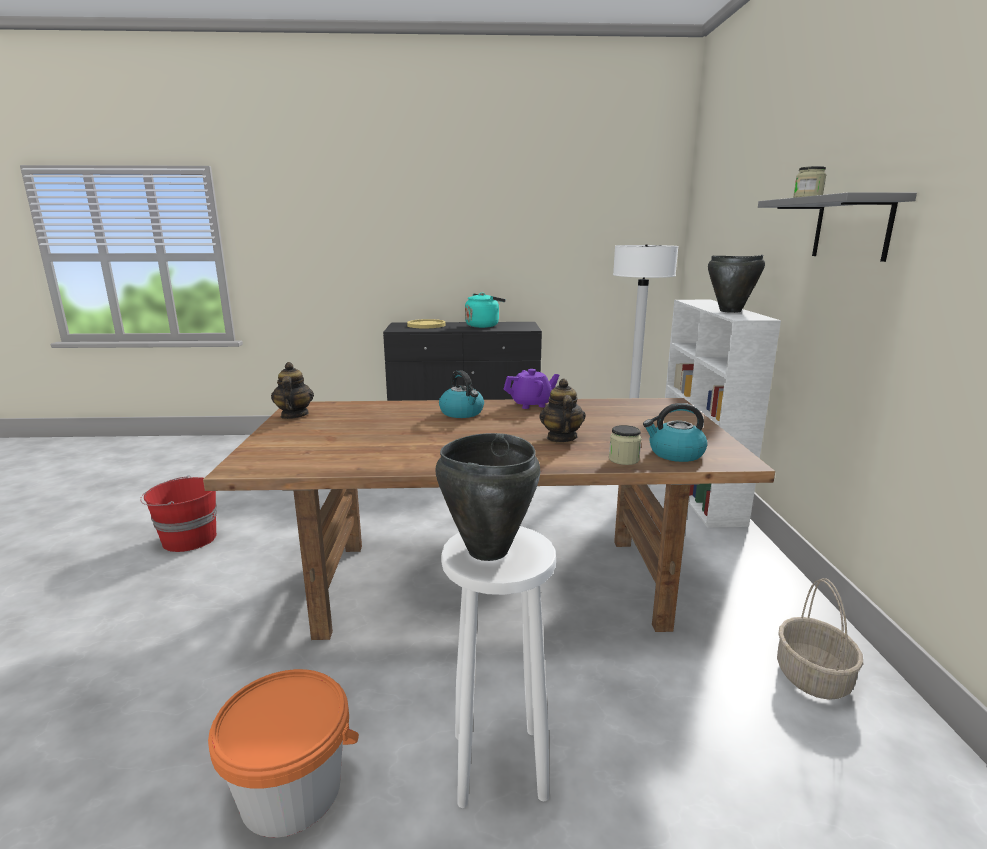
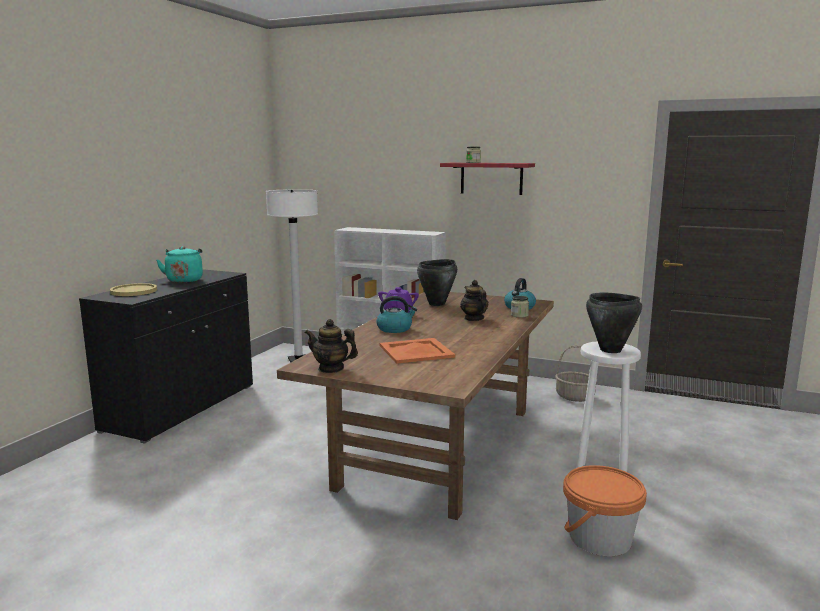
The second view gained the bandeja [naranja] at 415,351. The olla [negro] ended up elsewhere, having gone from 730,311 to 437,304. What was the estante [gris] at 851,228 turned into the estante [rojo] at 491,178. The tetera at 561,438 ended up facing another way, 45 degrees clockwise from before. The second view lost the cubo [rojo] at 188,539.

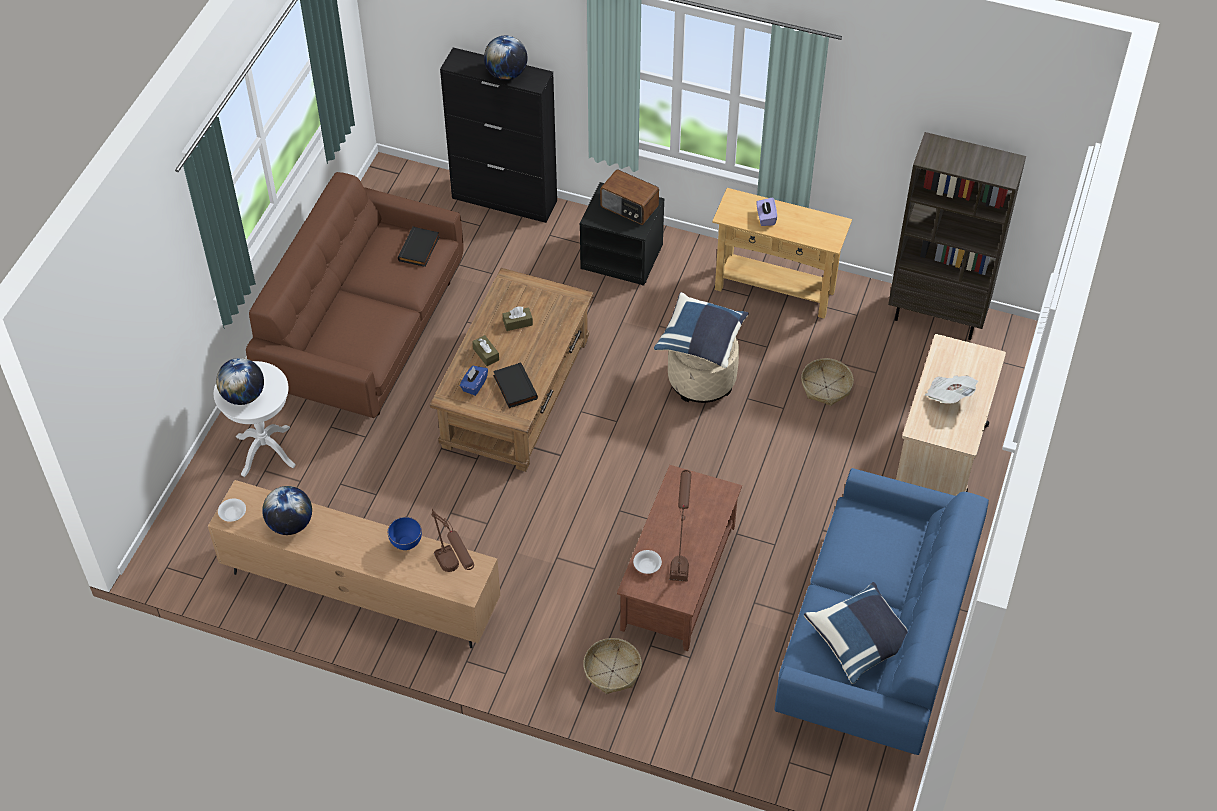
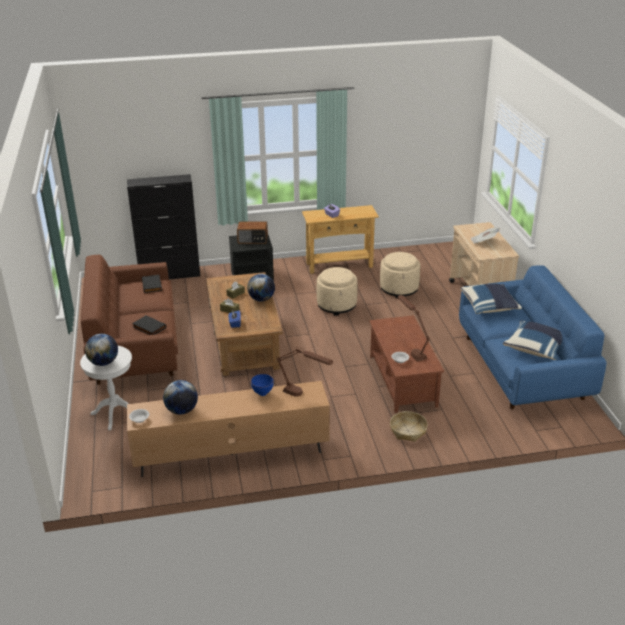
The libro [negro] ended up elsewhere, having gone from 514,387 to 148,327. The globo terráqueo ended up elsewhere, having gone from 506,74 to 261,299. Where the cesta stood at 826,387, the puf [beis] came to stand at 399,289. The cojín [azul] ended up elsewhere, having gone from 701,341 to 489,307. The second view lost the estantería [marrón] at 937,316.

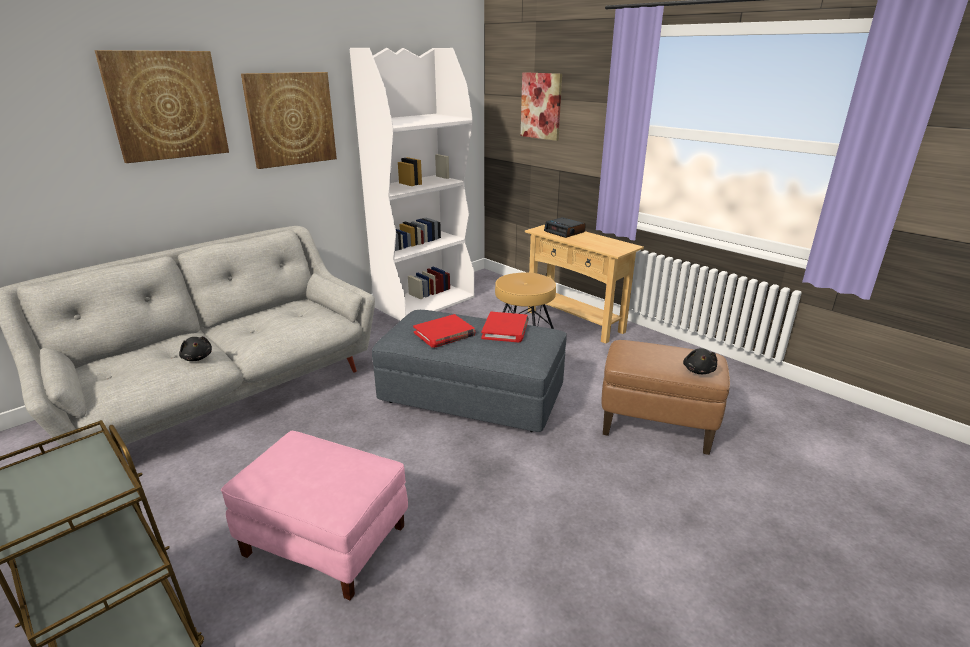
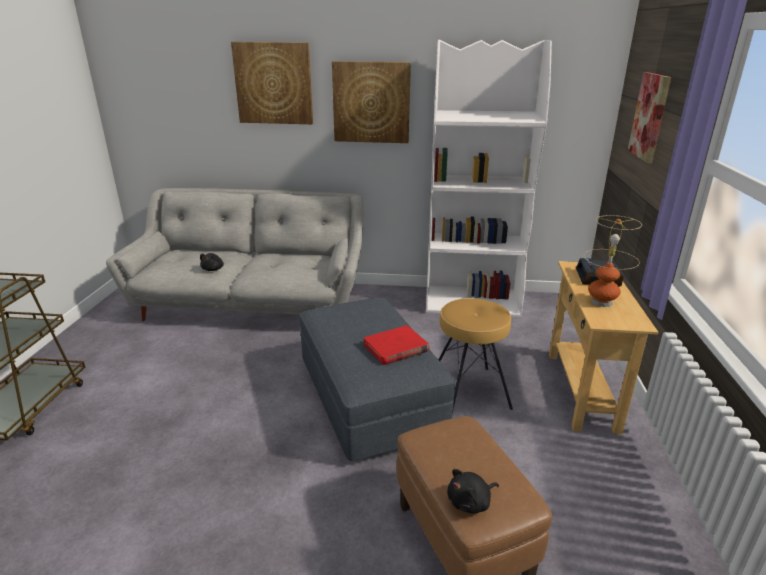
The second view gained the lámpara de mesa at 601,302. The second view lost the puf [rosa] at 326,539. The second view lost the libro [rojo] at 444,334.

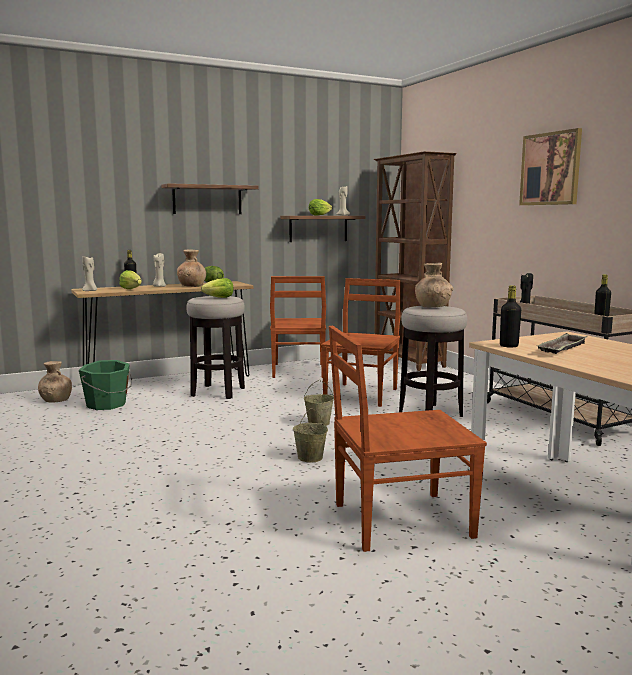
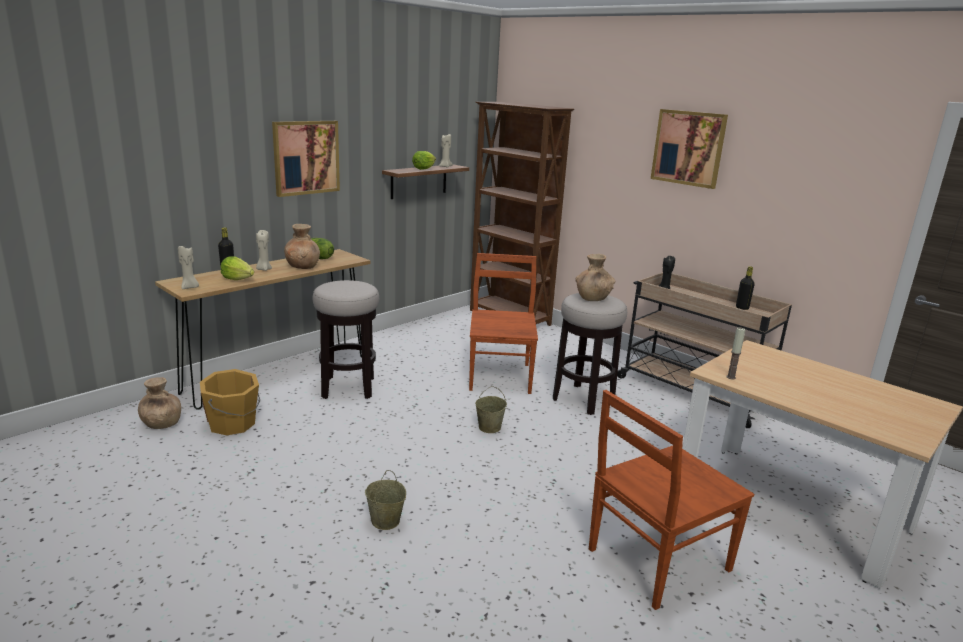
What was the cubo [verde] at 107,404 turned into the cubo [naranja] at 233,424. Where the estante hung at 207,199, the cuadro came to hang at 306,157. The cubo [beis] ended up elsewhere, having gone from 310,458 to 386,521. Where the botella [negro] stood at 509,346, the vela came to stand at 731,377. The second view lost the lechuga at 219,298. The second view lost the silla [marrón] at 298,371. The second view lost the bandeja at 562,349.

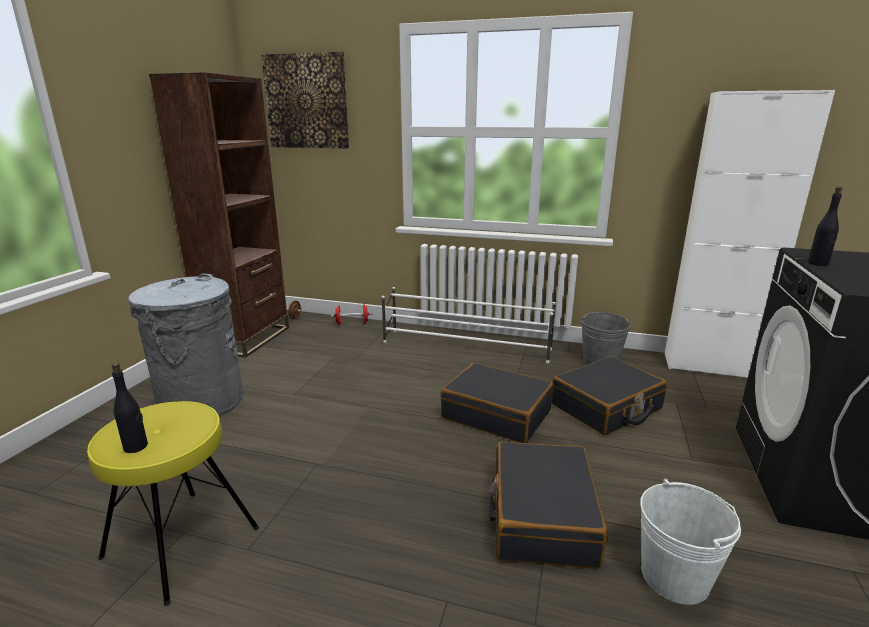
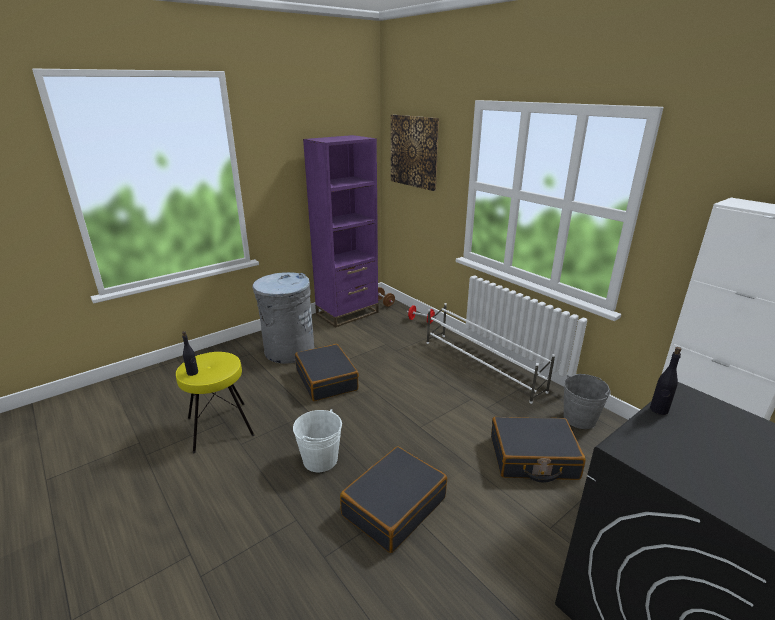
The cubo [blanco] ended up elsewhere, having gone from 675,576 to 320,459. The maleta [negro] ended up elsewhere, having gone from 496,414 to 327,380. What was the estantería [marrón] at 246,339 turned into the estantería [morado] at 347,313.

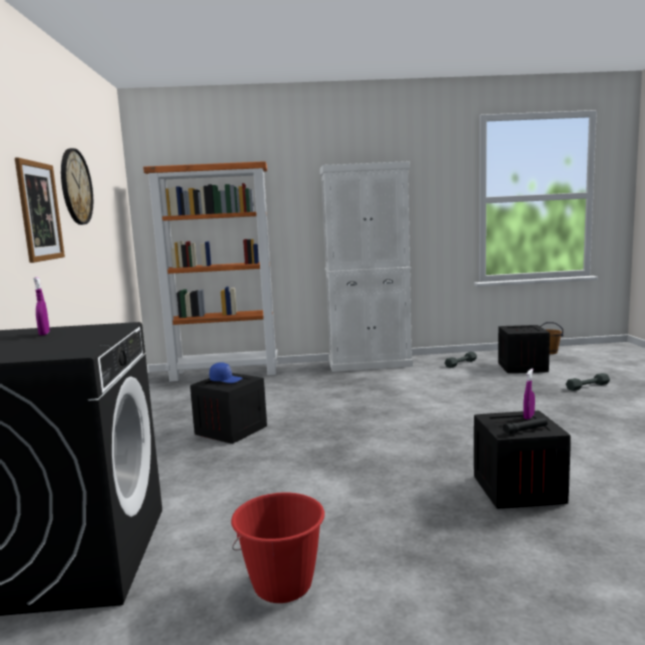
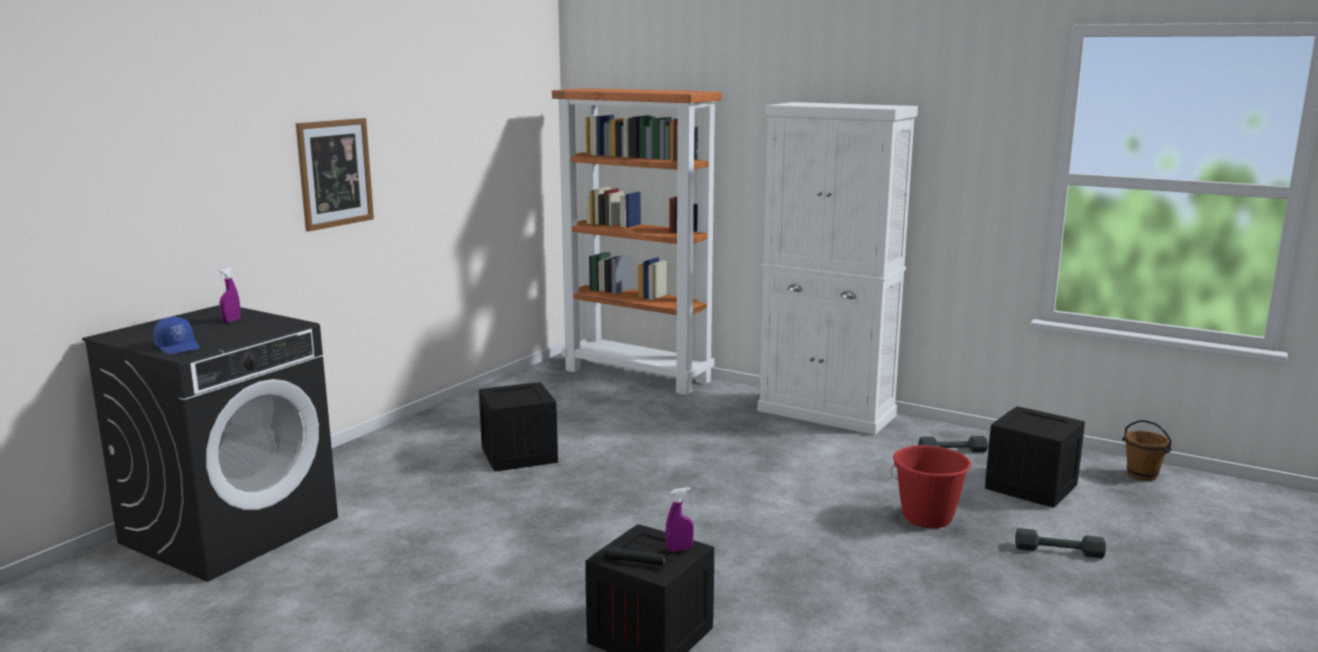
The gorra [azul] ended up elsewhere, having gone from 226,380 to 178,347. The cubo [rojo] ended up elsewhere, having gone from 283,585 to 927,518. The second view lost the reloj de pared at 75,187.

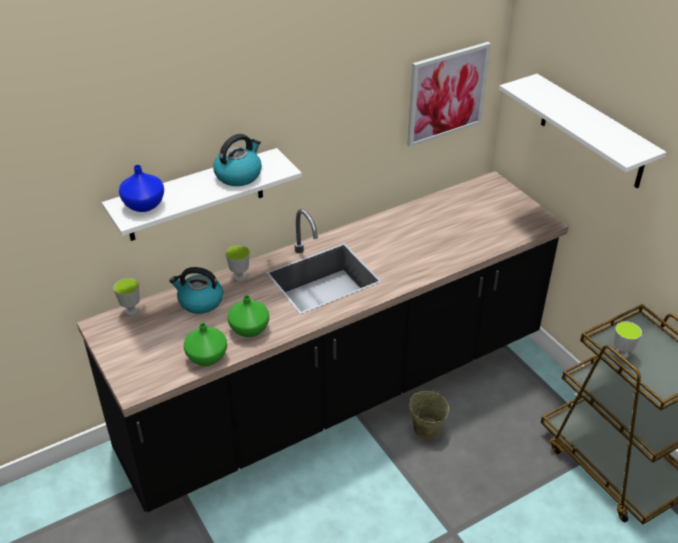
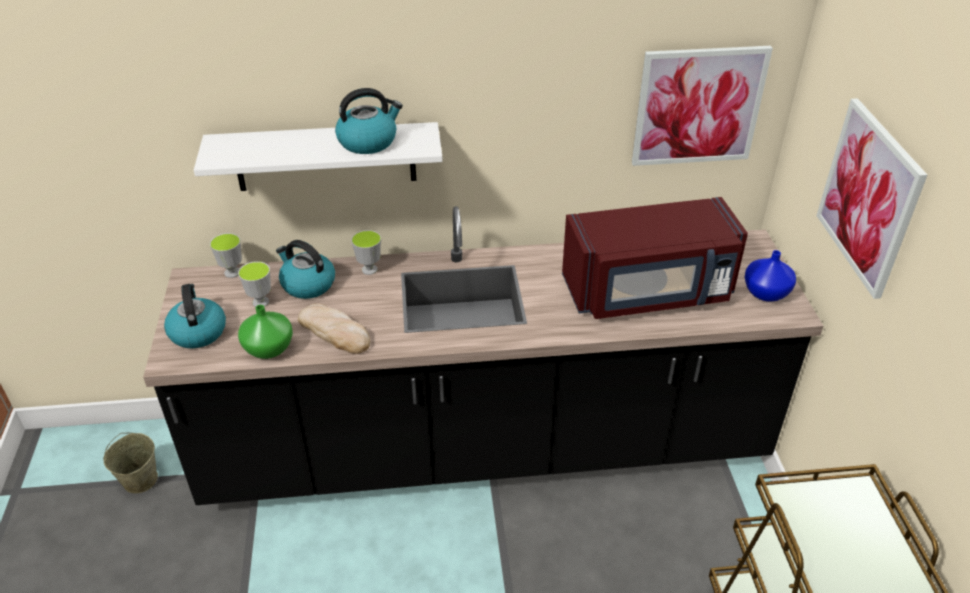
The cubo [beis] ended up elsewhere, having gone from 426,428 to 140,479. The second view gained the hervidor at 197,332. The taza ended up elsewhere, having gone from 621,354 to 260,302. Where the florero [verde] stood at 248,329, the pan came to stand at 335,332. The second view gained the microondas [rojo] at 648,292. The florero [azul] ended up elsewhere, having gone from 144,205 to 766,293. Where the estante [blanco] hung at 592,132, the cuadro came to hang at 869,197.

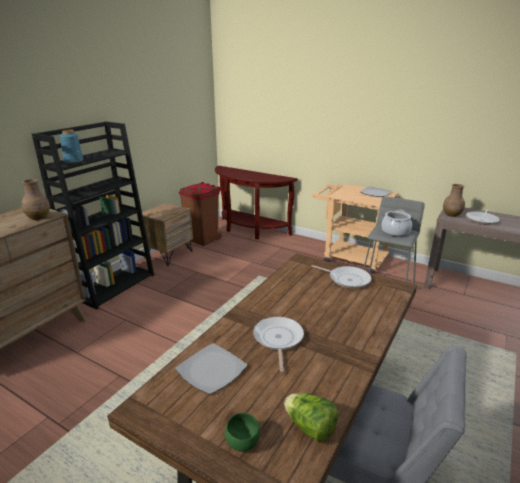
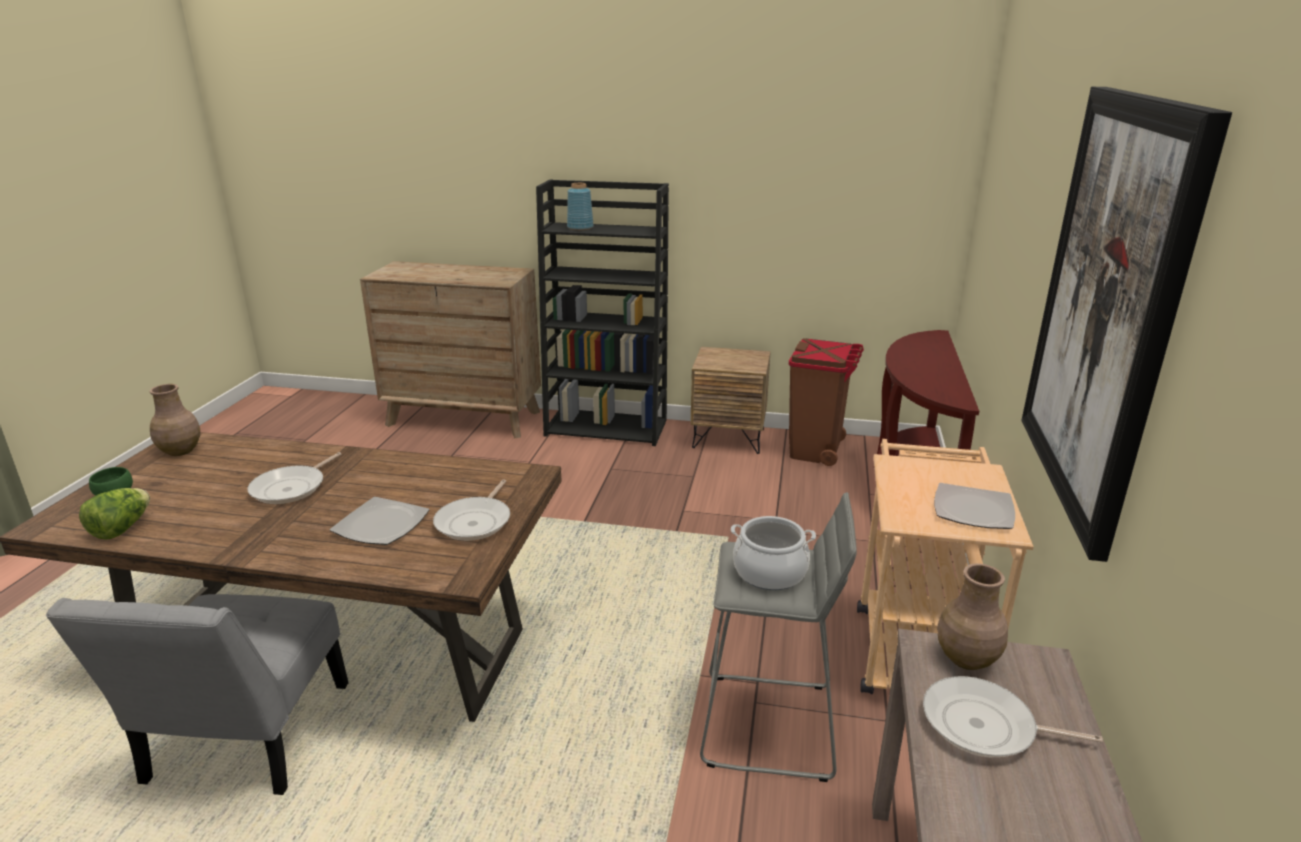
The florero [marrón] ended up elsewhere, having gone from 39,217 to 180,451. The sartén at 278,339 ended up facing another way, 135 degrees clockwise from before. The plato ended up elsewhere, having gone from 210,370 to 381,524. The second view gained the cuadro at 1107,308.

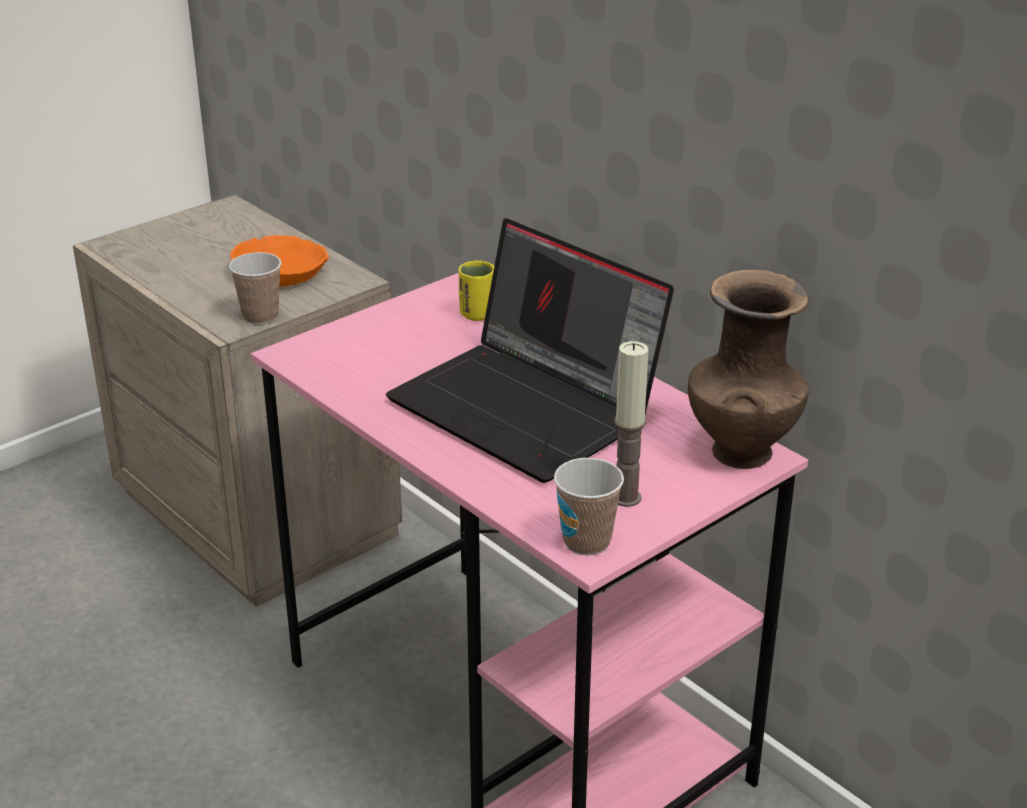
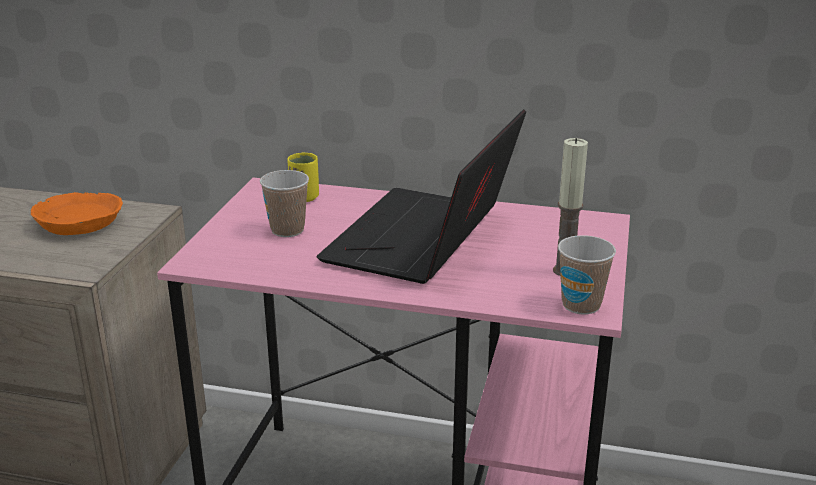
The taza ended up elsewhere, having gone from 260,316 to 287,230. The portátil at 529,408 ended up facing another way, 105 degrees clockwise from before. The second view lost the florero [marrón] at 741,450.

